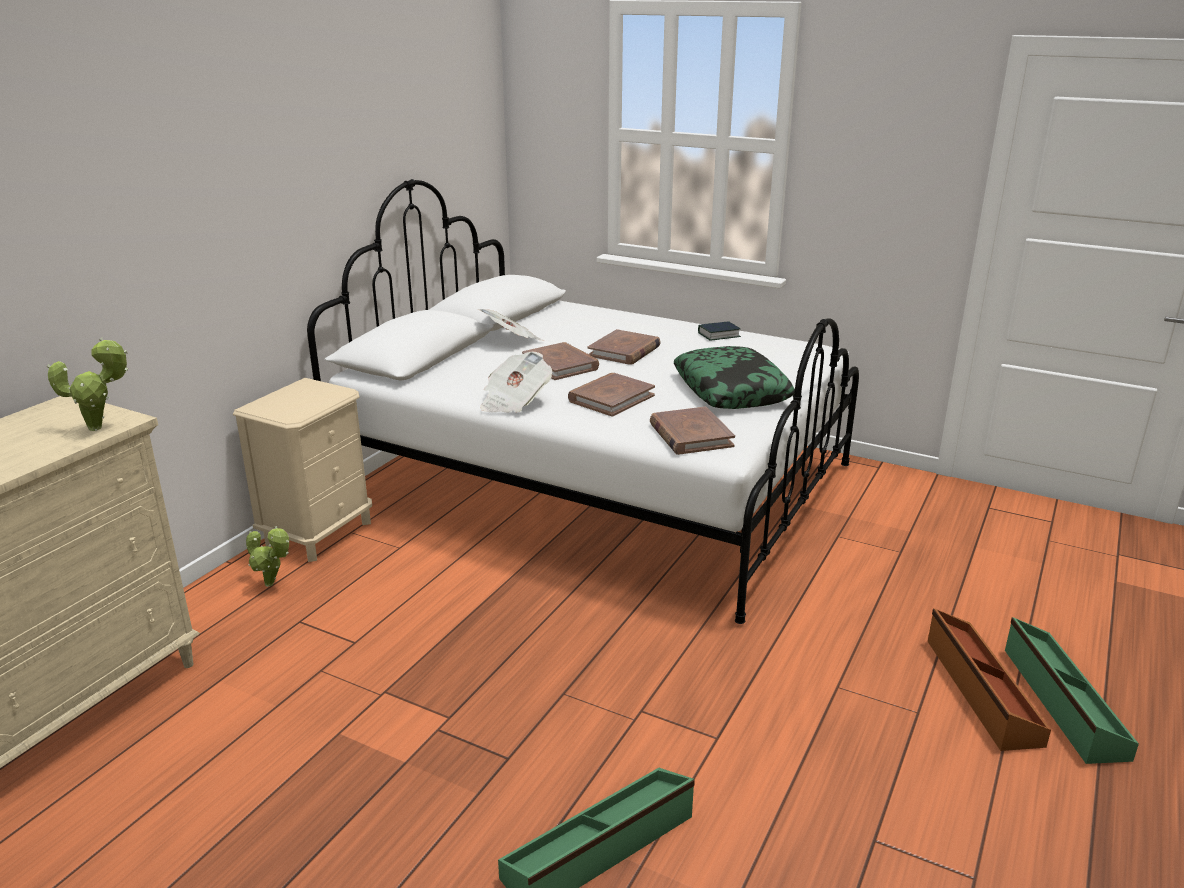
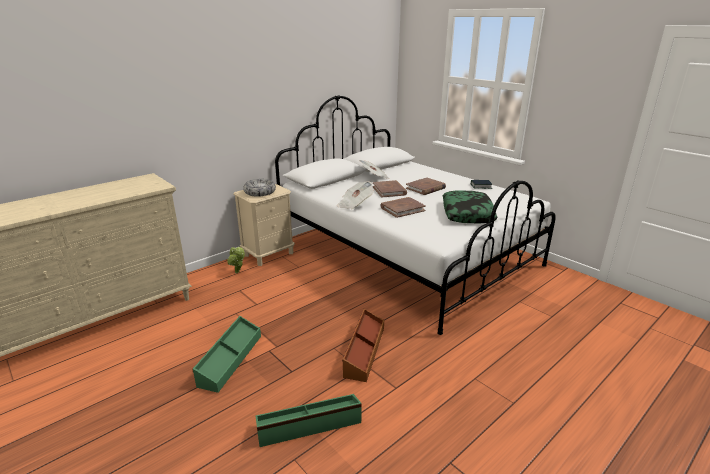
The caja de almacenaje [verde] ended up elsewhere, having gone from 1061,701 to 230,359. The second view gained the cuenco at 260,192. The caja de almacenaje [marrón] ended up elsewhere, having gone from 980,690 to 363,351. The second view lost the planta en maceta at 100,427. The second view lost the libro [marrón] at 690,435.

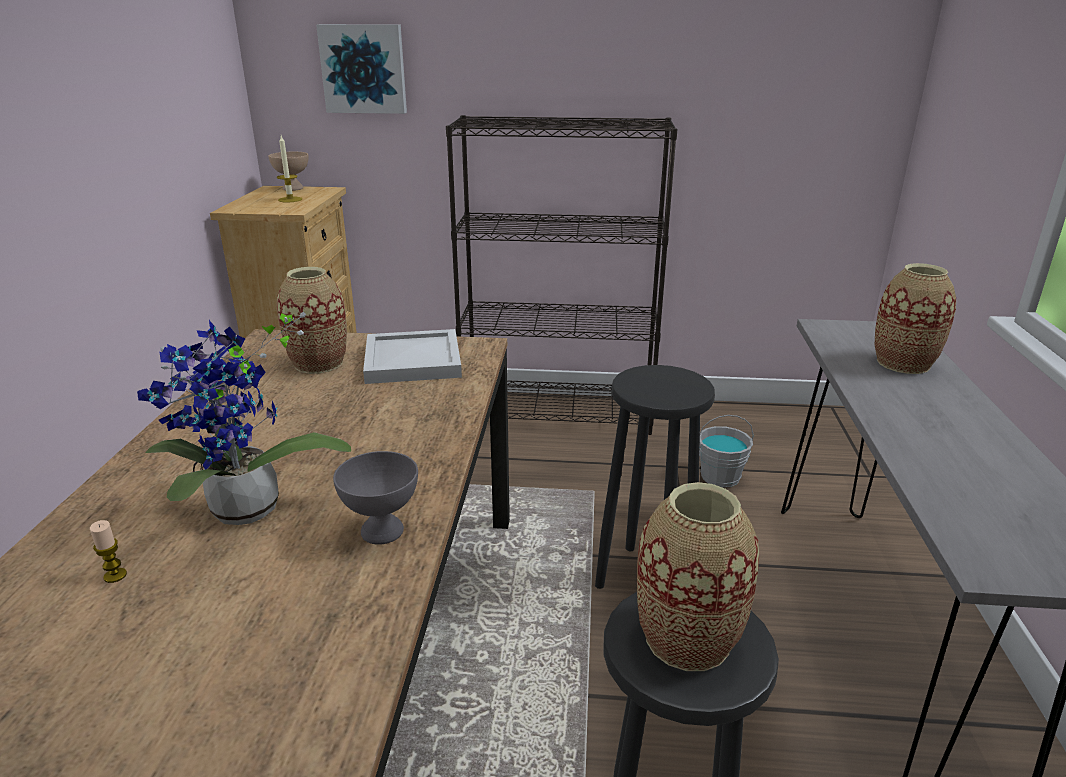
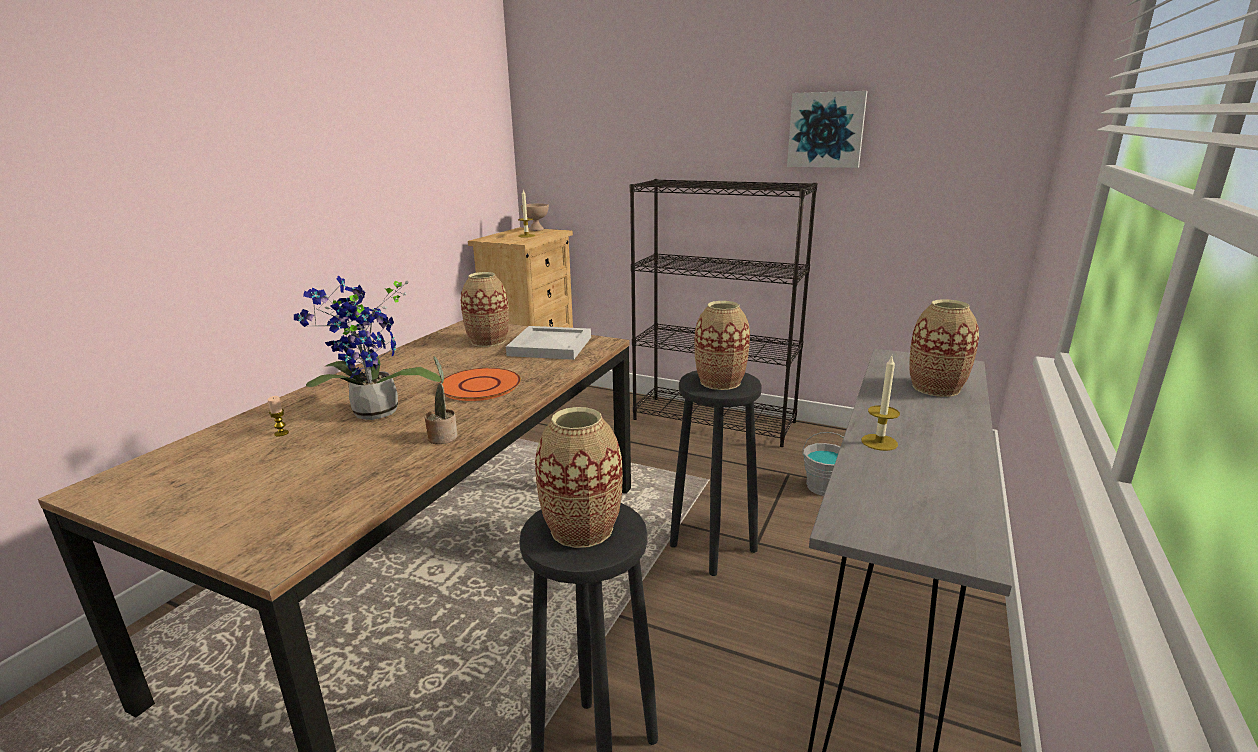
Where the cuenco [gris] stood at 383,532, the planta en maceta came to stand at 443,436. The second view gained the plato [naranja] at 479,386. The second view gained the florero at 720,382. The cuadro ended up elsewhere, having gone from 364,69 to 826,130. The second view gained the vela at 879,442.

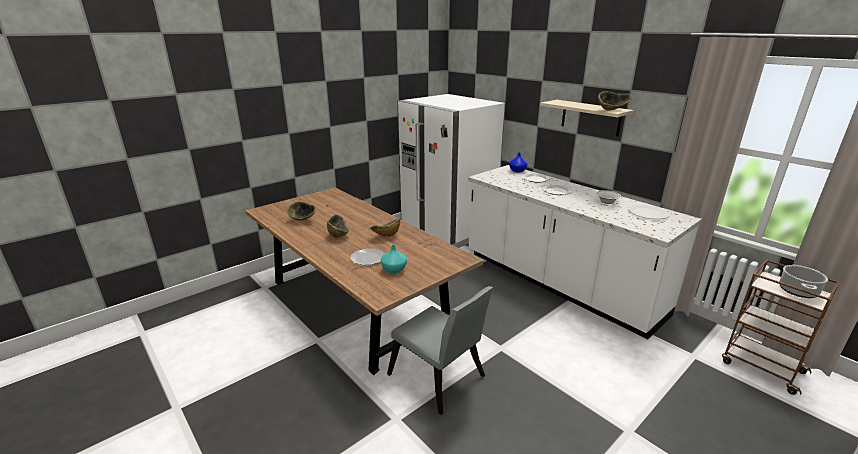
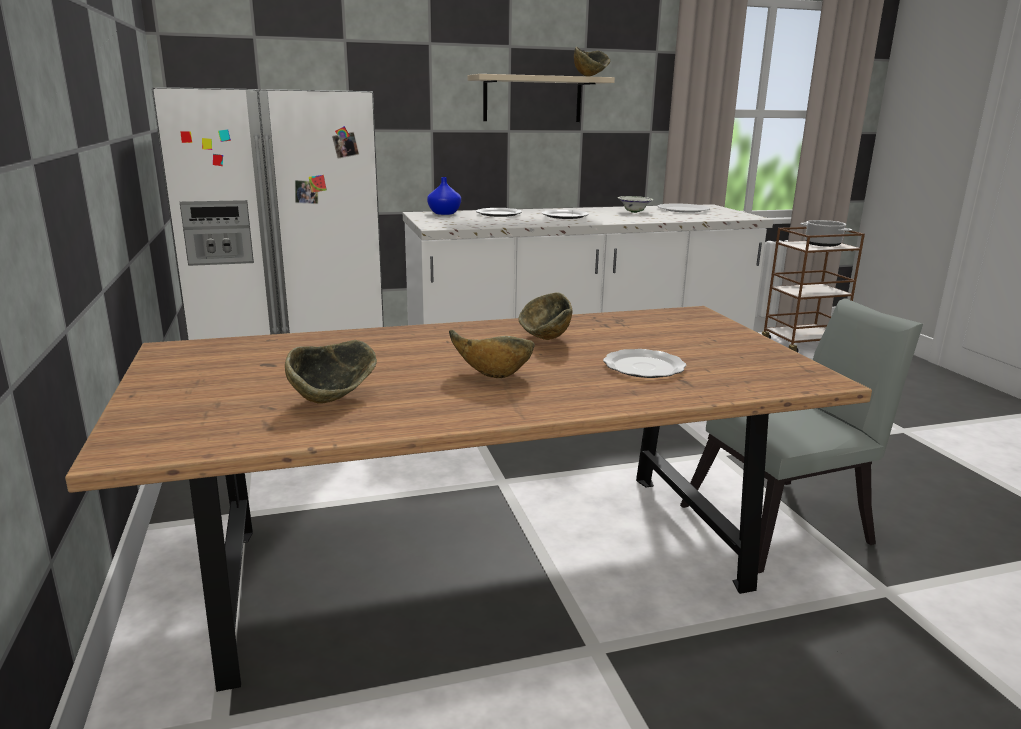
The second view lost the florero [turquesa] at 393,269.

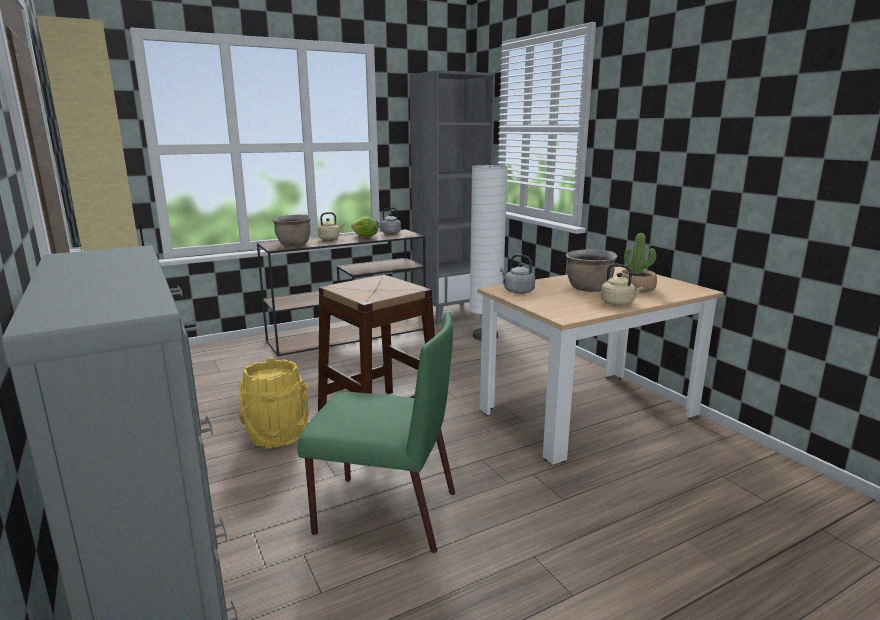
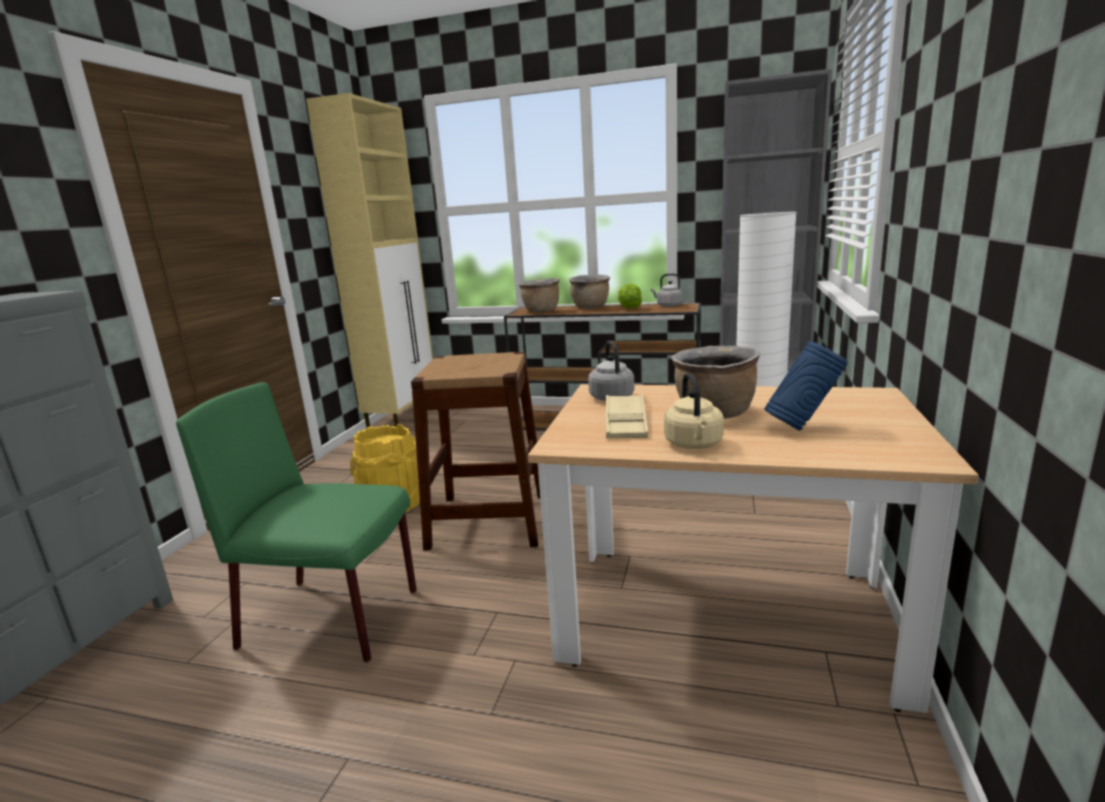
The silla [verde] at 384,512 ended up facing another way, 135 degrees clockwise from before. Where the hervidor [beis] stood at 330,238, the olla [marrón] came to stand at 591,307. The second view gained the bandeja [beis] at 625,423. Where the planta en maceta stood at 636,288, the florero [azul] came to stand at 801,427.

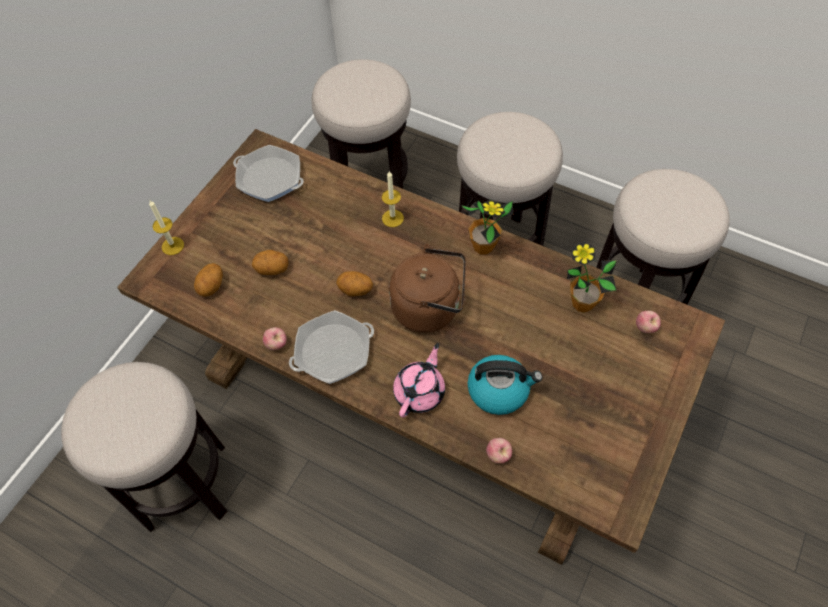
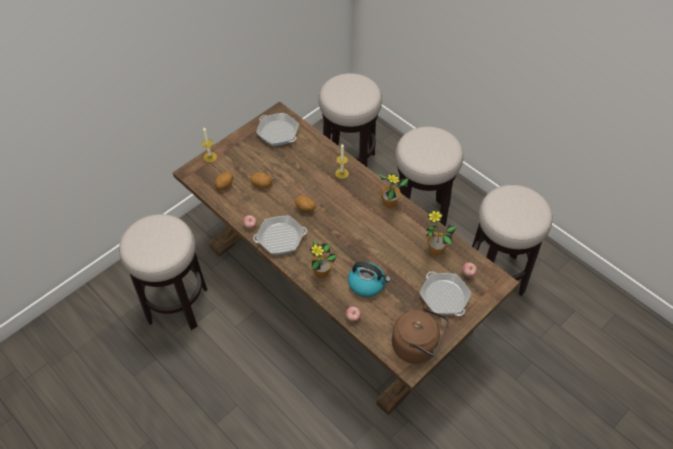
Where the tetera [rosa] stood at 420,391, the planta en maceta came to stand at 321,272. The hervidor [marrón] ended up elsewhere, having gone from 430,307 to 417,346. The second view gained the sartén at 444,297.

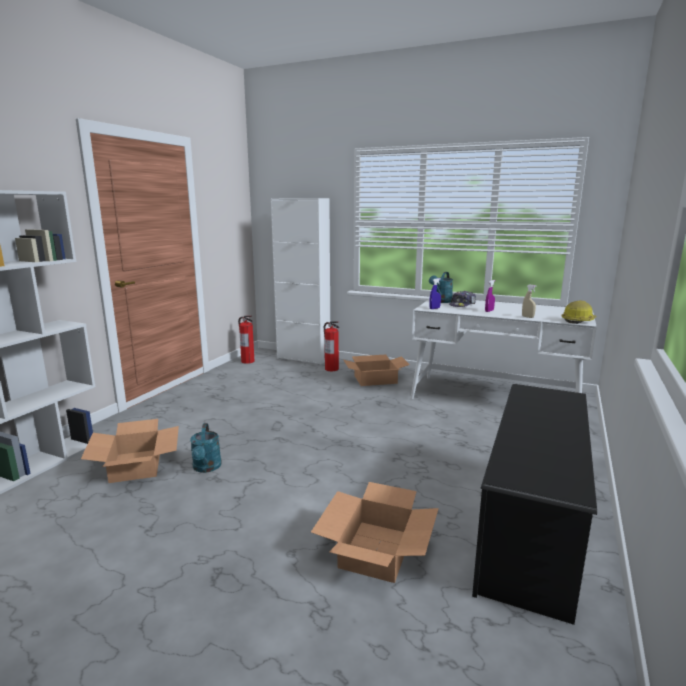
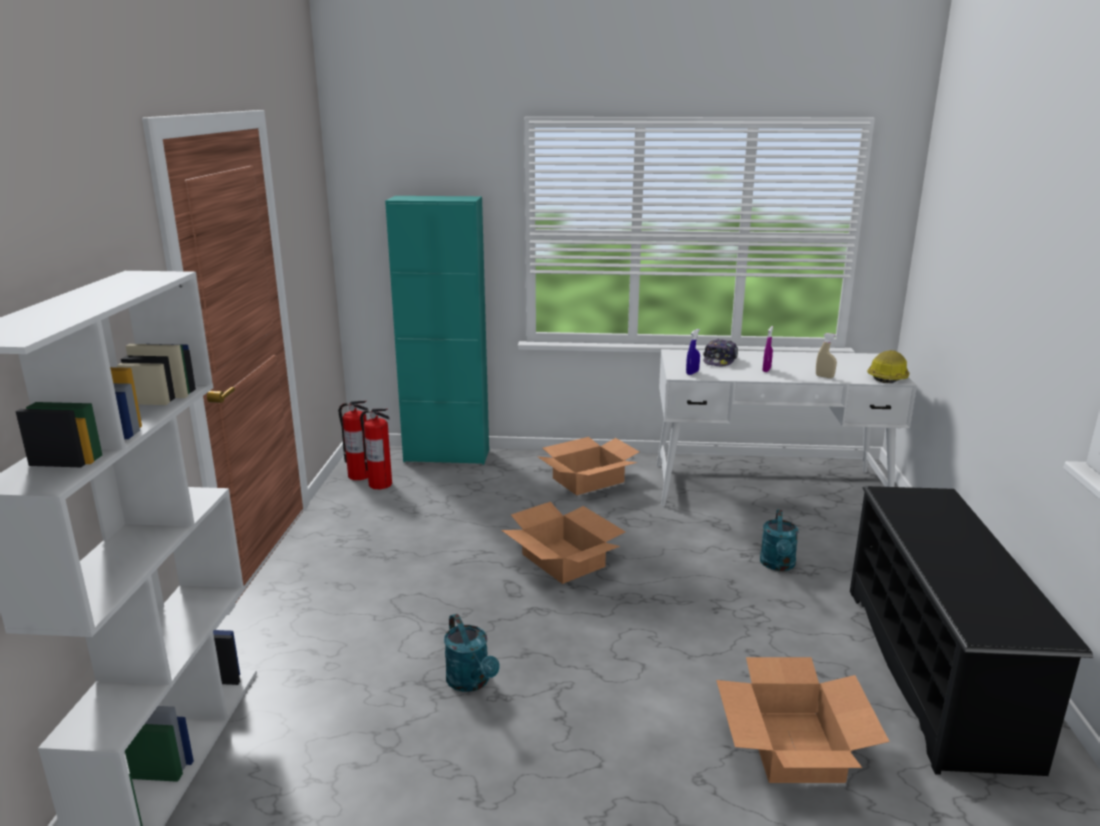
The extintor ended up elsewhere, having gone from 331,369 to 379,484. What was the armario [blanco] at 303,358 turned into the armario [turquesa] at 446,456. The caja de cartón ended up elsewhere, having gone from 136,465 to 563,560. The regadera [turquesa] ended up elsewhere, having gone from 440,301 to 778,565.

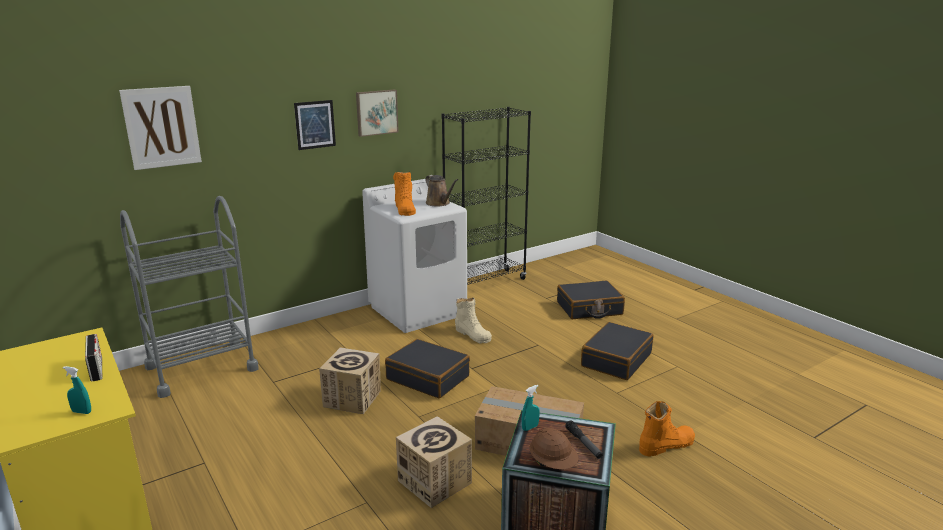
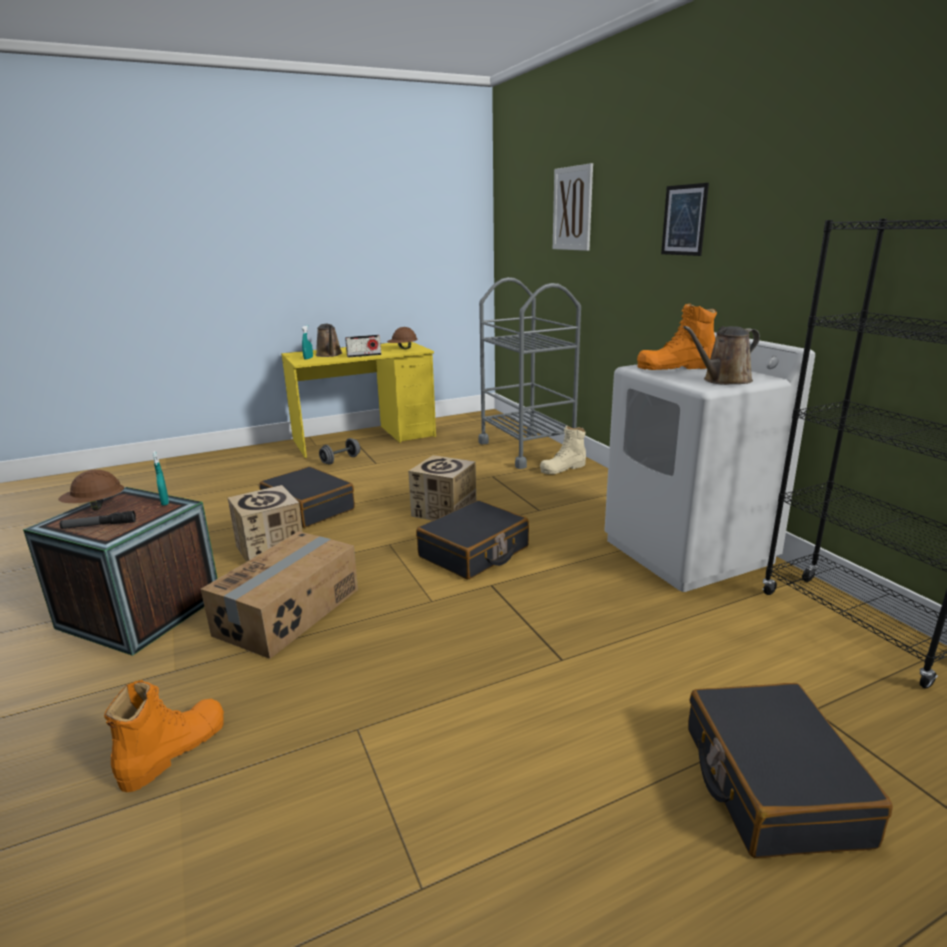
The bota [naranja] at 666,445 ended up facing another way, 135 degrees counterclockwise from before. The maleta [negro] ended up elsewhere, having gone from 616,360 to 309,508. The second view gained the regadera [marrón] at 329,355. The second view gained the mancuerna [gris] at 340,460. The second view gained the casco [marrón] at 403,349. The bota [beis] ended up elsewhere, having gone from 473,335 to 563,468. The second view lost the cuadro at 376,112.

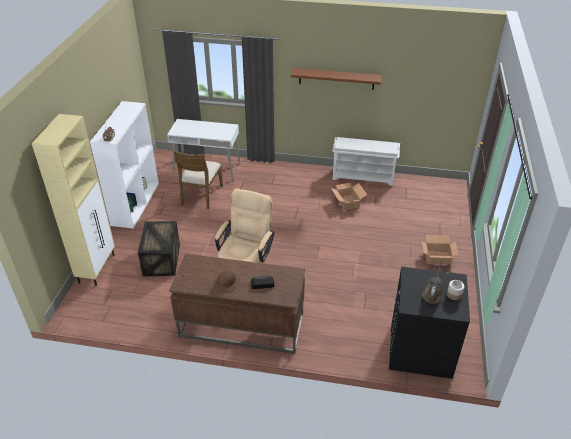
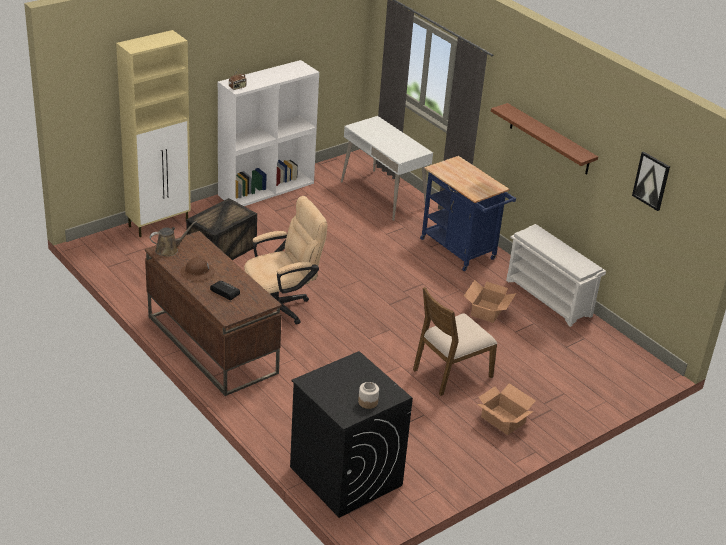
The regadera [marrón] ended up elsewhere, having gone from 432,294 to 169,250. The silla [marrón] ended up elsewhere, having gone from 201,195 to 451,372. The second view gained the carrito [azul] at 461,251. The second view gained the cuadro at 651,180.

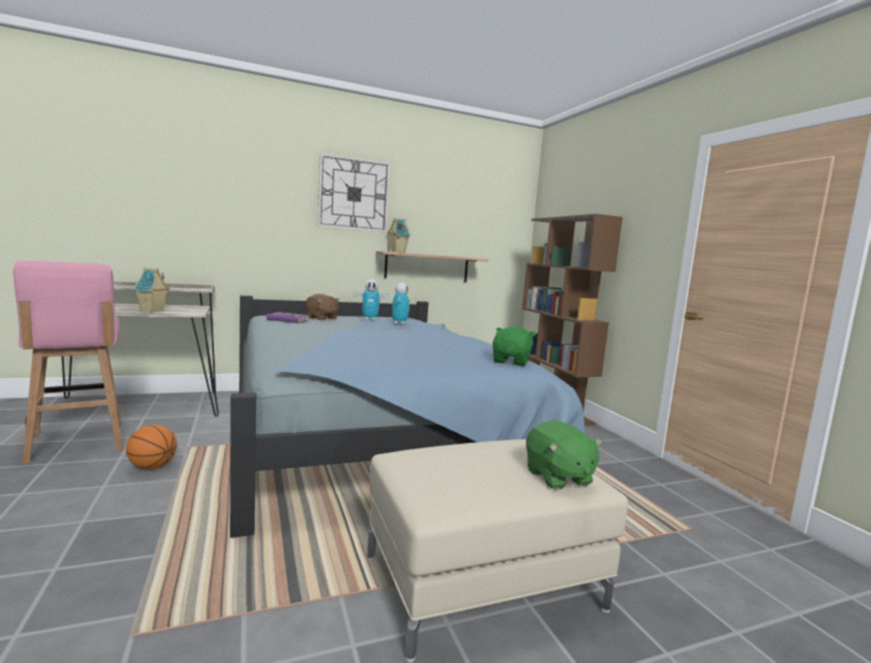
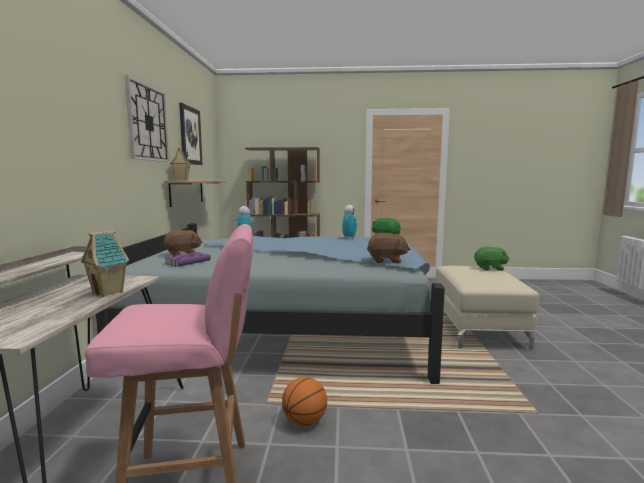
The second view gained the cuadro at 190,136. The robot de juguete ended up elsewhere, having gone from 370,319 to 349,238. The second view gained the peluche [marrón] at 387,261.

